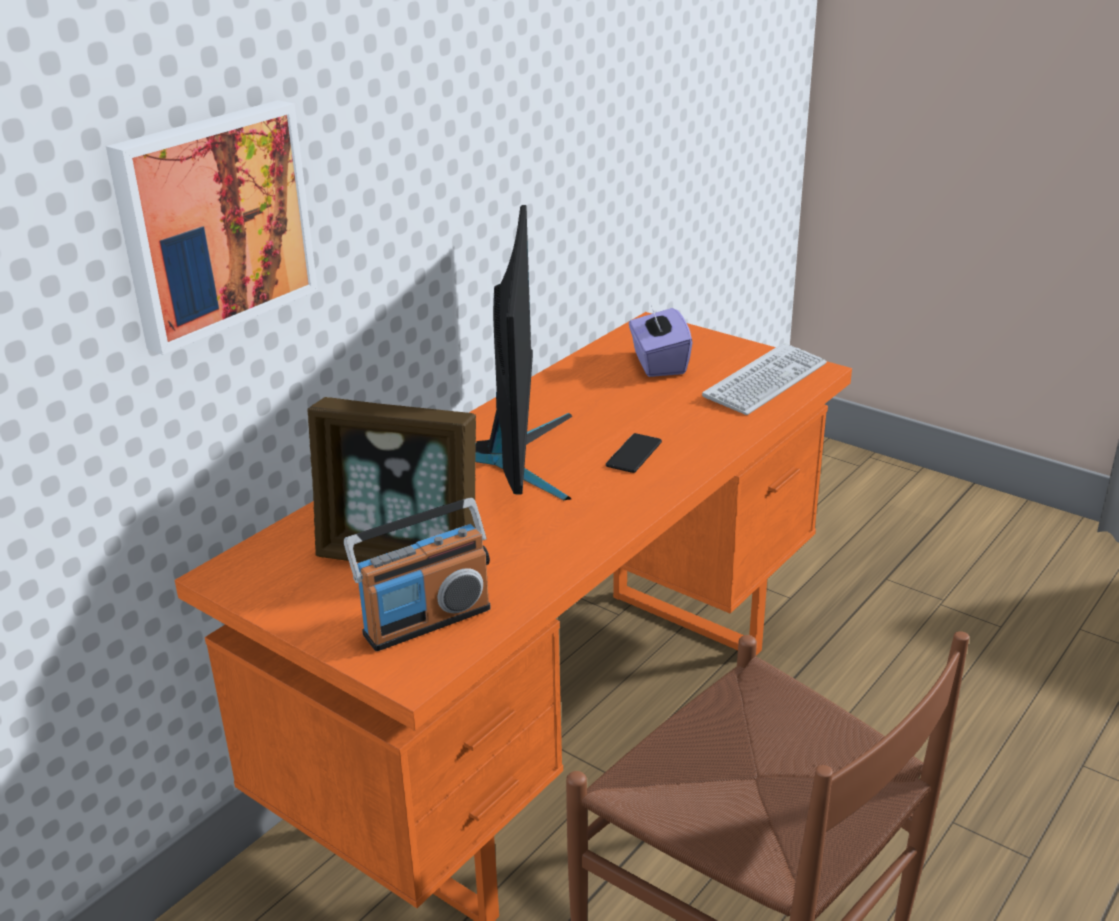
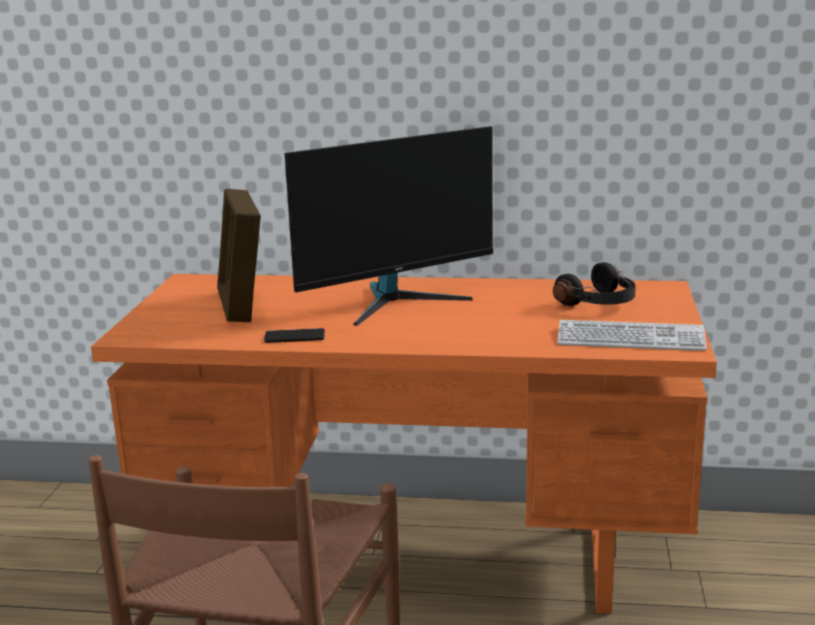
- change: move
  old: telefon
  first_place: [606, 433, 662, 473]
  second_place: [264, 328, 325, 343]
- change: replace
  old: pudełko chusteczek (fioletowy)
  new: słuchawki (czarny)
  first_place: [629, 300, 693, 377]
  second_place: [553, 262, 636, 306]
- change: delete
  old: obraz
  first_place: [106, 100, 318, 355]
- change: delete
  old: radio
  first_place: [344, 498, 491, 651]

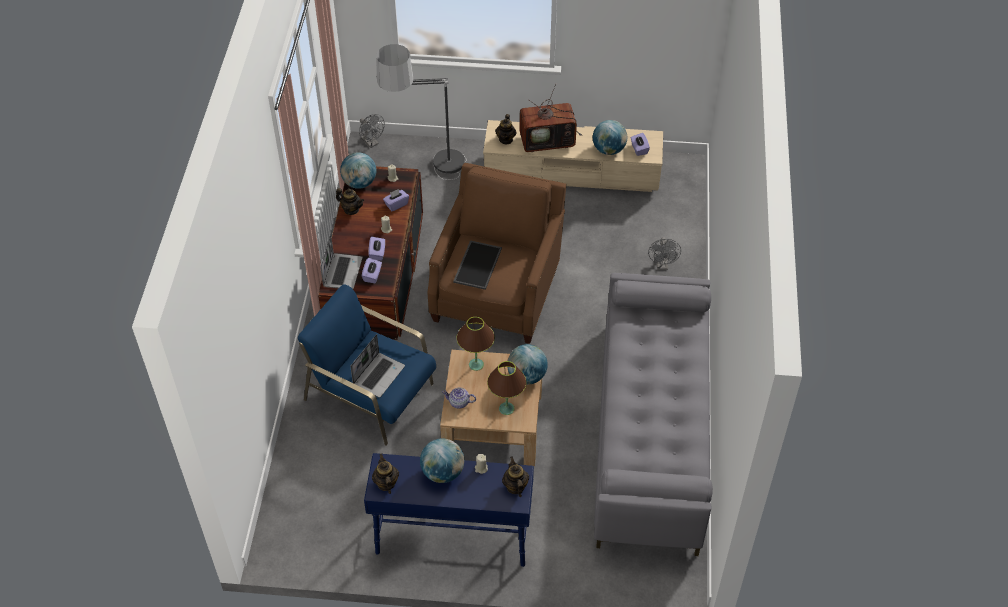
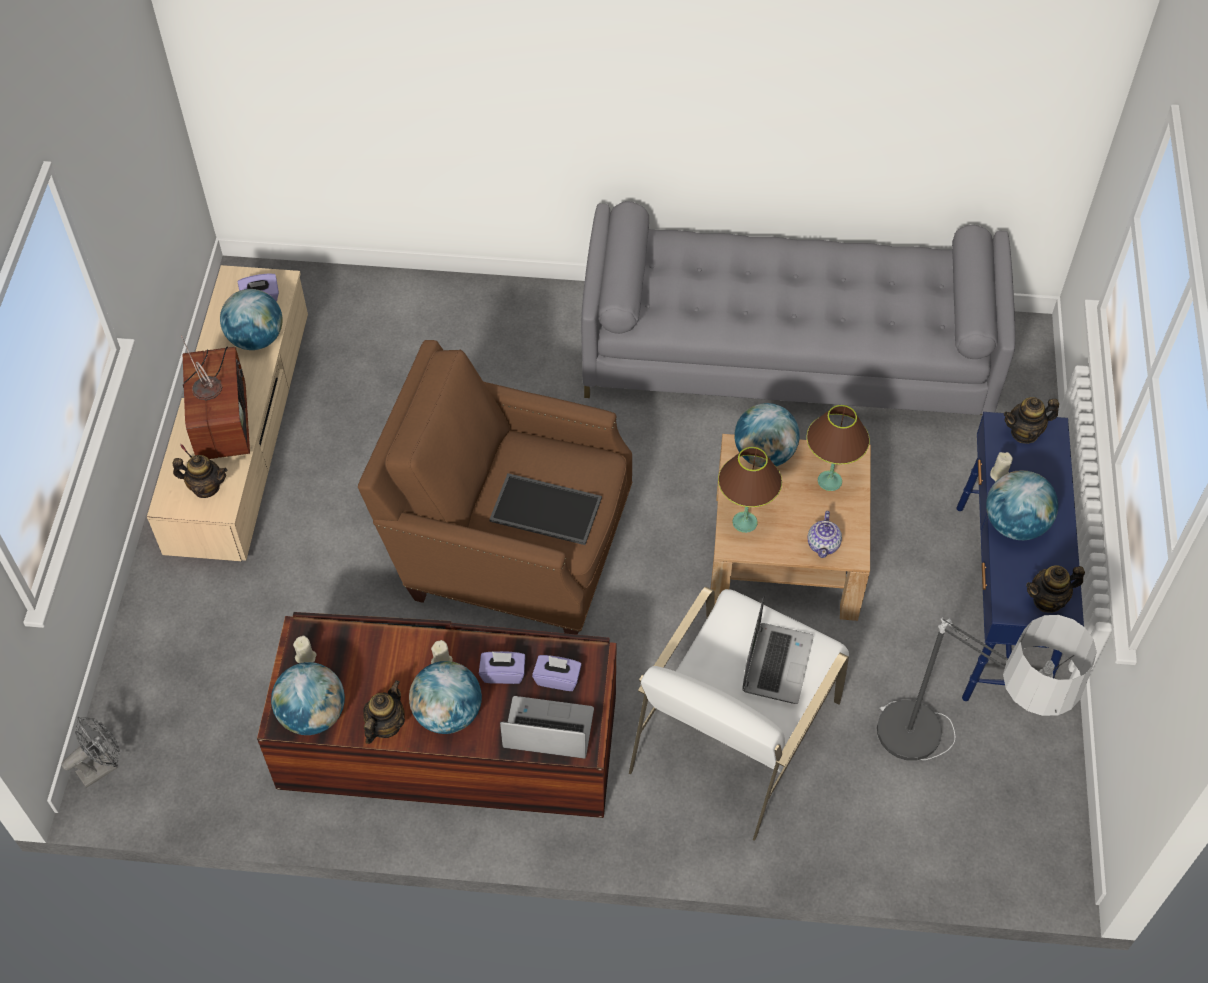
- change: insert
  new: globus
  second_place: [409, 661, 482, 734]
- change: recolor
  old: fotel (niebieski)
  new: fotel (biały)
  first_place: [298, 284, 436, 446]
  second_place: [629, 587, 849, 841]
- change: rotate
  old: laptop
  first_place: [350, 334, 405, 398]
  second_place: [742, 596, 814, 704]
  degrees: 75
- change: move
  old: lampa stojąca
  first_place: [376, 44, 467, 180]
  second_place: [877, 615, 1096, 761]
- change: delete
  old: pudełko chusteczek (fioletowy)
  first_place: [383, 189, 409, 211]
- change: delete
  old: wentylator (szary)
  first_place: [648, 237, 681, 270]

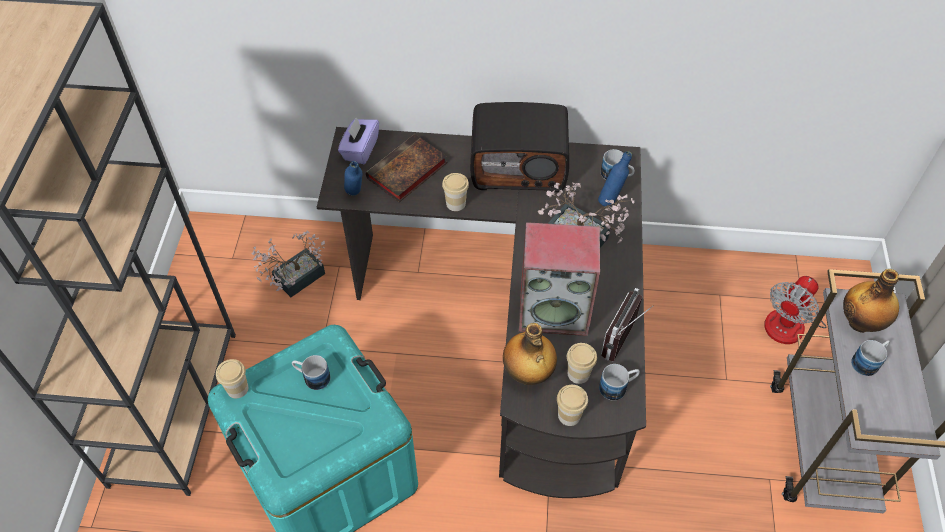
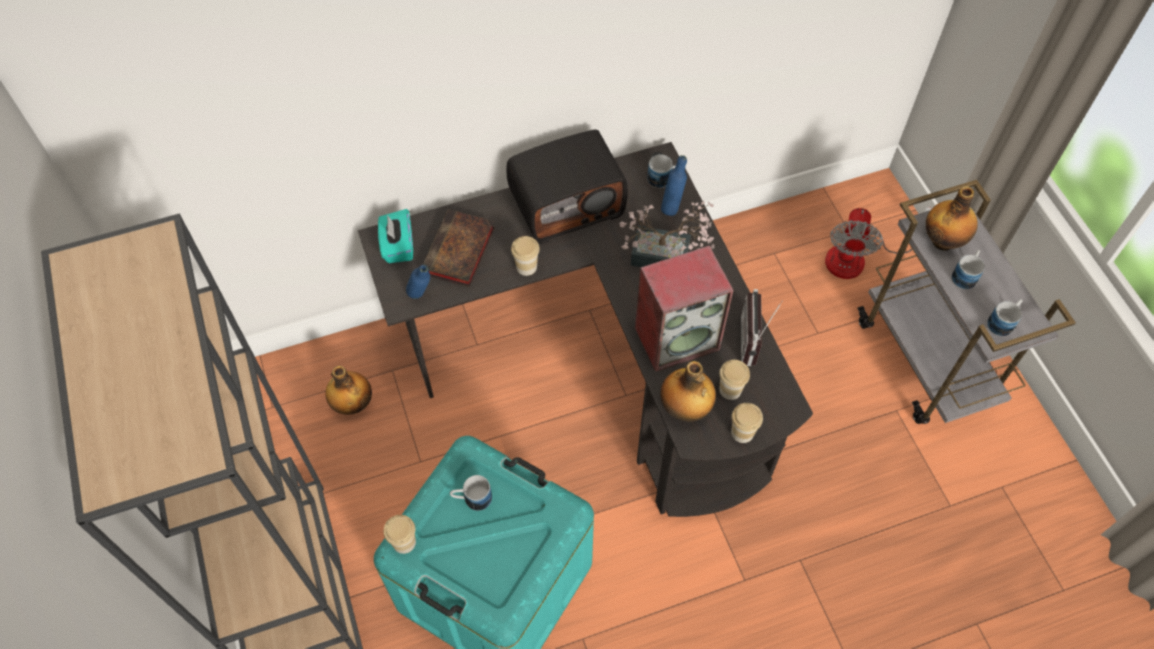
- change: replace
  old: roślina doniczkowa
  new: butelka
  first_place: [252, 231, 325, 297]
  second_place: [326, 366, 372, 415]
- change: recolor
  old: pudełko chusteczek (fioletowy)
  new: pudełko chusteczek (turkusowy)
  first_place: [338, 117, 379, 164]
  second_place: [378, 209, 413, 263]
- change: move
  old: kubek
  first_place: [599, 364, 640, 401]
  second_place: [987, 299, 1023, 336]

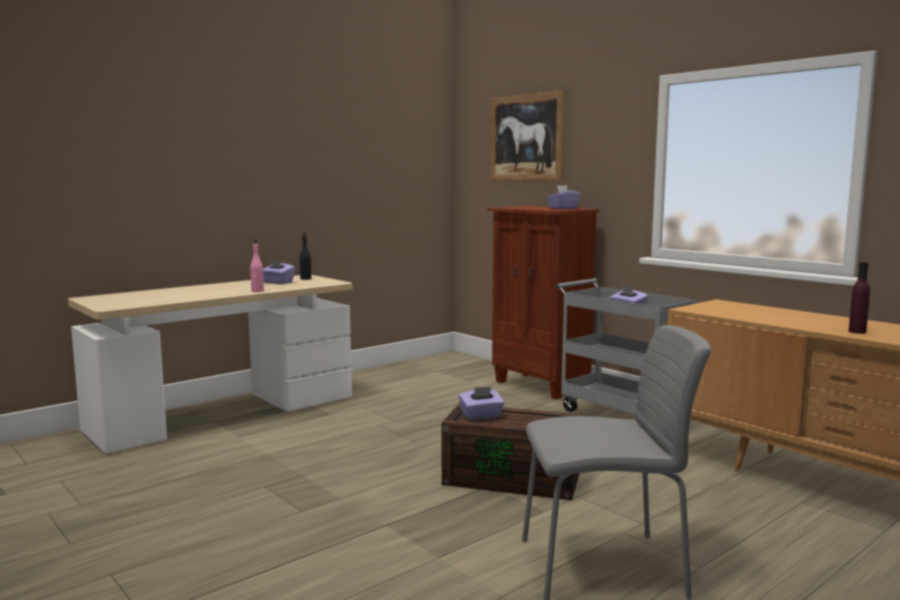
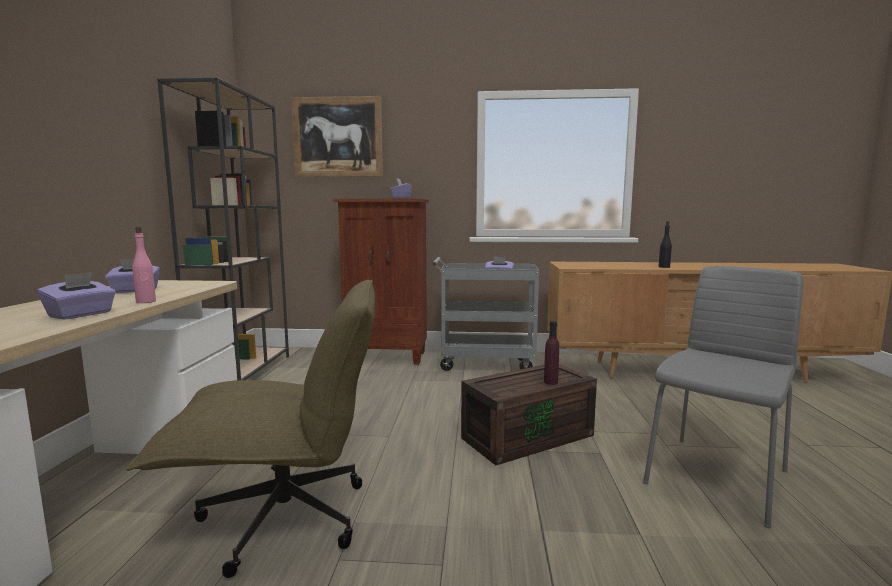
- change: move
  old: pudełko chusteczek (fioletowy)
  first_place: [459, 386, 505, 420]
  second_place: [37, 272, 116, 320]
- change: insert
  new: krzesło biurowe (beżowy)
  second_place: [126, 280, 375, 578]
- change: insert
  new: regał
  second_place: [157, 78, 289, 381]
- change: move
  old: butelka (fioletowy)
  first_place: [849, 262, 870, 334]
  second_place: [544, 321, 559, 385]
- change: move
  old: butelka (czarny)
  first_place: [300, 232, 311, 280]
  second_place: [659, 221, 672, 268]

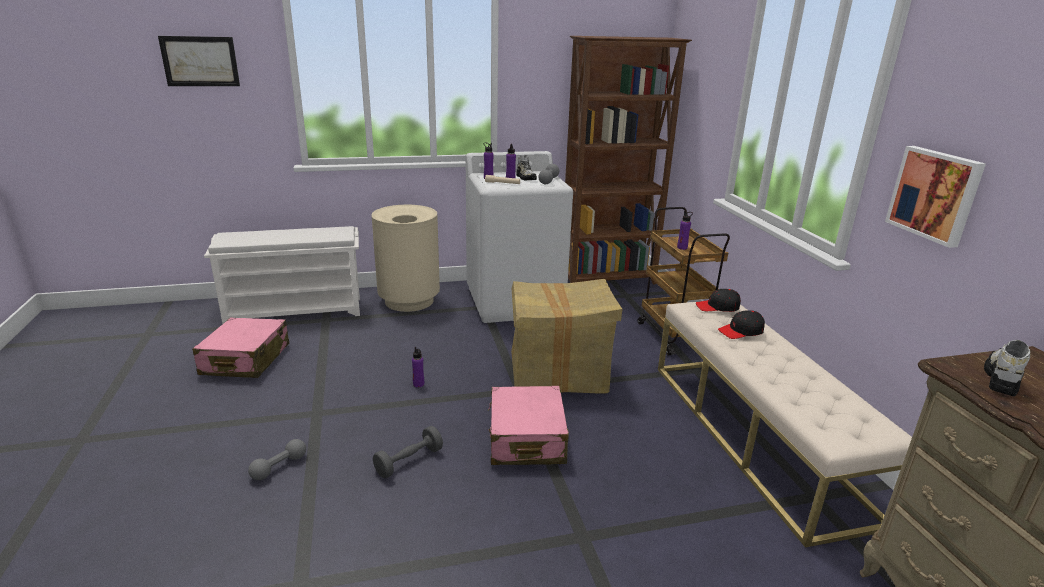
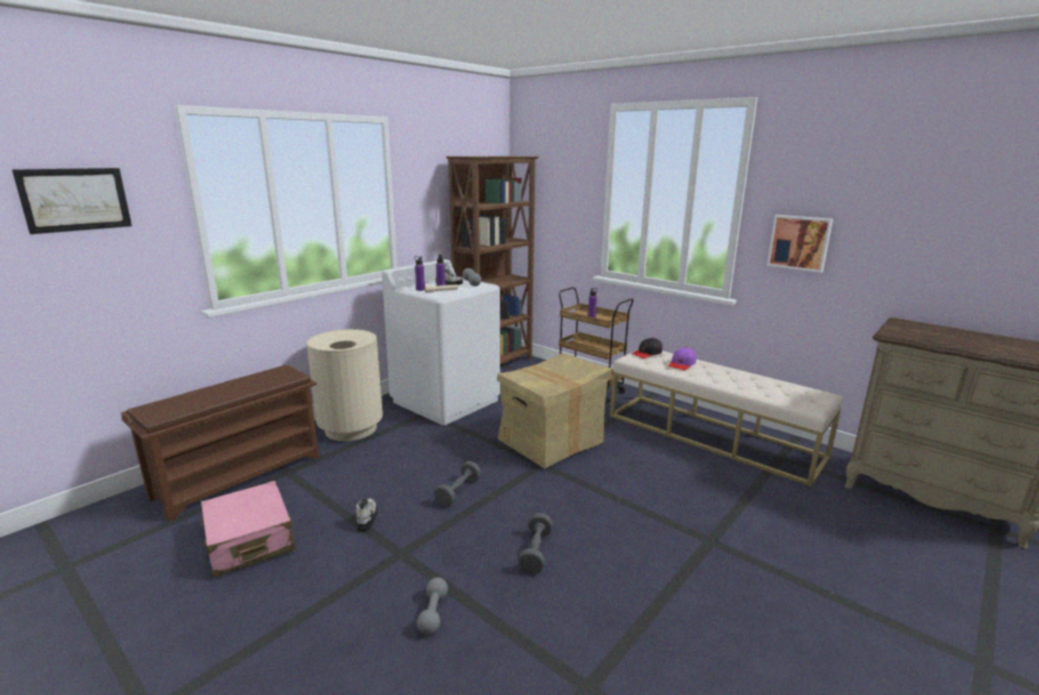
- change: recolor
  old: regał na buty (biały)
  new: regał na buty (brązowy)
  first_place: [204, 226, 360, 324]
  second_place: [121, 365, 319, 522]
- change: move
  old: but
  first_place: [984, 340, 1031, 396]
  second_place: [356, 498, 377, 532]
- change: replace
  old: butelka (fioletowy)
  new: hantel (szary)
  first_place: [412, 347, 424, 387]
  second_place: [434, 461, 481, 507]
- change: recolor
  old: czapka z daszkiem (czarny)
  new: czapka z daszkiem (fioletowy)
  first_place: [718, 310, 765, 339]
  second_place: [669, 347, 696, 370]
- change: delete
  old: walizka (różowy)
  first_place: [488, 386, 569, 465]

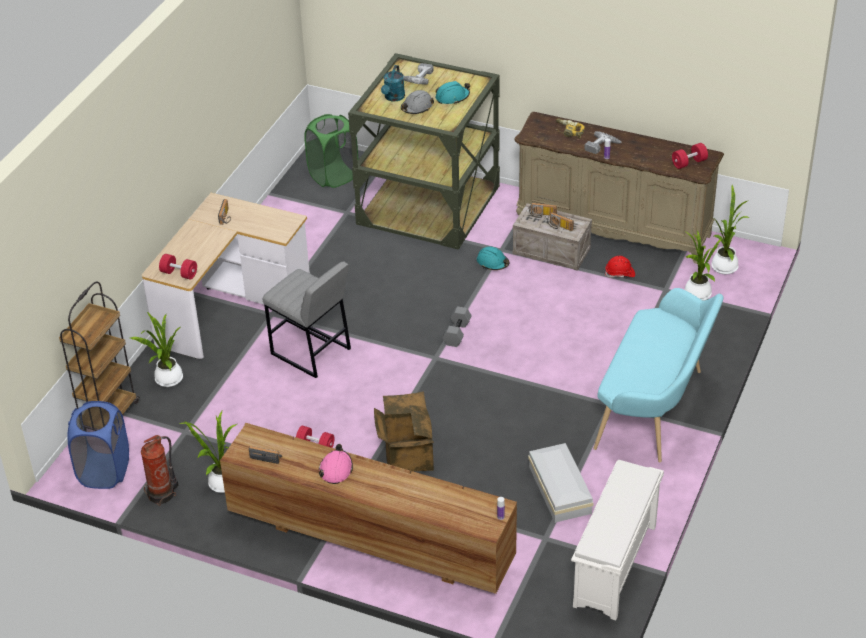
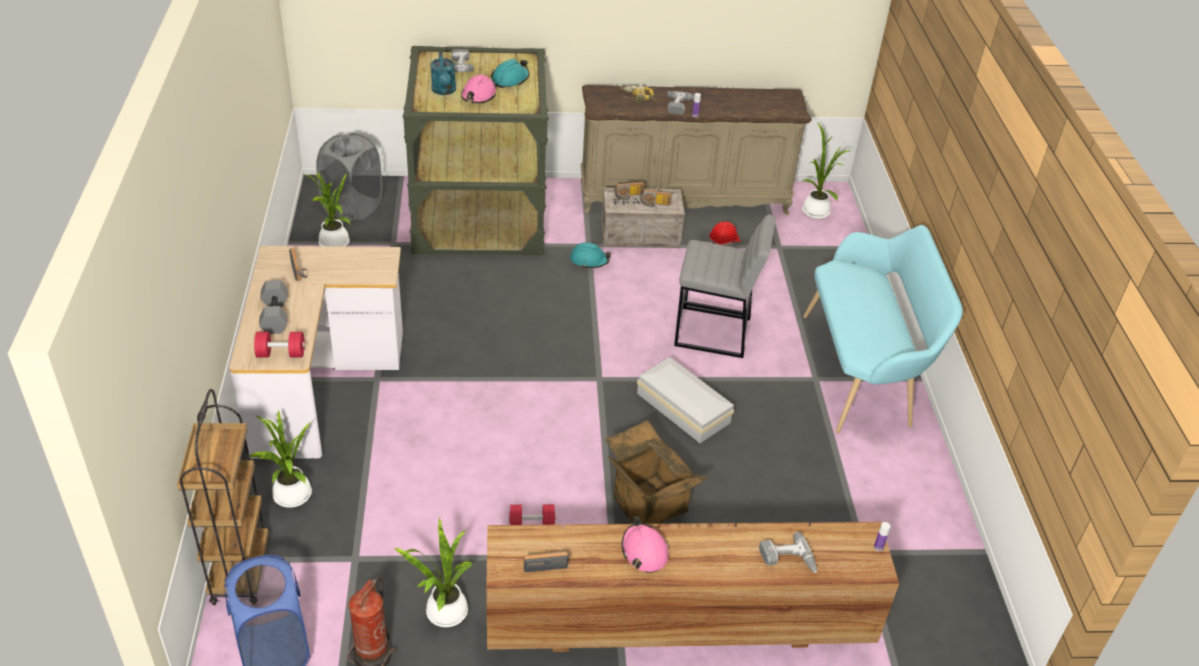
- change: move
  old: hantel (szary)
  first_place: [443, 307, 472, 347]
  second_place: [259, 280, 288, 334]
- change: move
  old: roślina doniczkowa
  first_place: [685, 230, 722, 300]
  second_place: [304, 172, 351, 247]
- change: recolor
  old: kosz na pranie (zielony)
  new: kosz na pranie (szary)
  first_place: [304, 114, 358, 188]
  second_place: [316, 133, 382, 222]
- change: recolor
  old: kask (szary)
  new: kask (różowy)
  first_place: [401, 90, 434, 114]
  second_place: [461, 75, 497, 103]
- change: move
  old: pojemnik do przechowywania (biały)
  first_place: [528, 443, 594, 523]
  second_place: [637, 357, 734, 443]
- change: move
  old: krzesło (szary)
  first_place: [263, 262, 351, 378]
  second_place: [674, 214, 776, 358]
- change: insert
  new: wiertarka
  second_place: [759, 532, 817, 573]
- change: delete
  old: regał na buty (biały)
  first_place: [571, 460, 664, 620]
- change: delete
  old: hantel (czerwony)
  first_place: [672, 143, 708, 169]

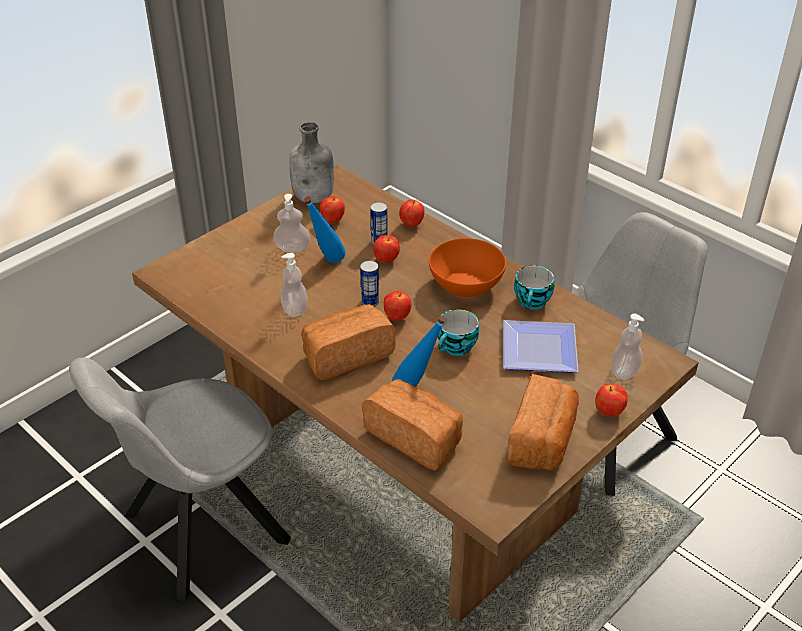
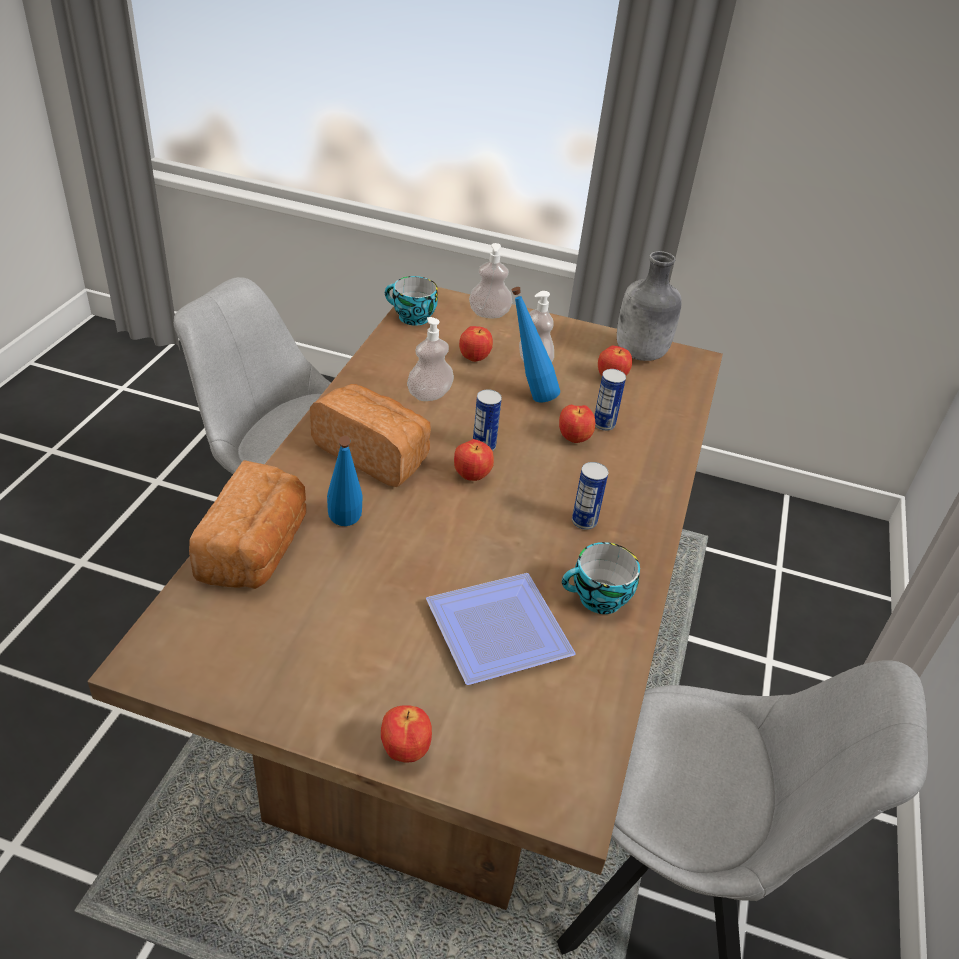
- change: move
  old: filiżanka
  first_place: [438, 309, 479, 356]
  second_place: [385, 276, 438, 326]
- change: move
  old: jabłko
  first_place: [399, 199, 425, 227]
  second_place: [459, 326, 493, 362]
- change: move
  old: dozownik mydła
  first_place: [611, 314, 644, 380]
  second_place: [469, 243, 512, 318]
- change: replace
  old: miska (pomarańczowy)
  new: puszka
  first_place: [429, 238, 506, 298]
  second_place: [572, 462, 608, 530]
- change: delete
  old: chleb
  first_place: [507, 374, 579, 470]

